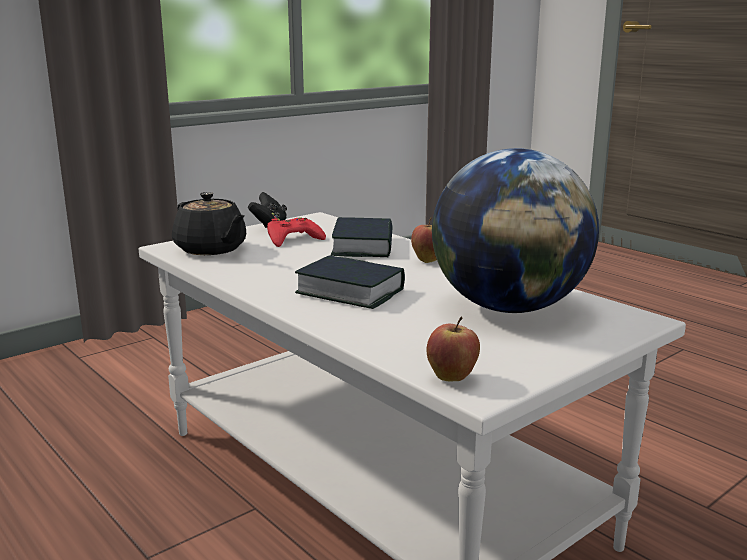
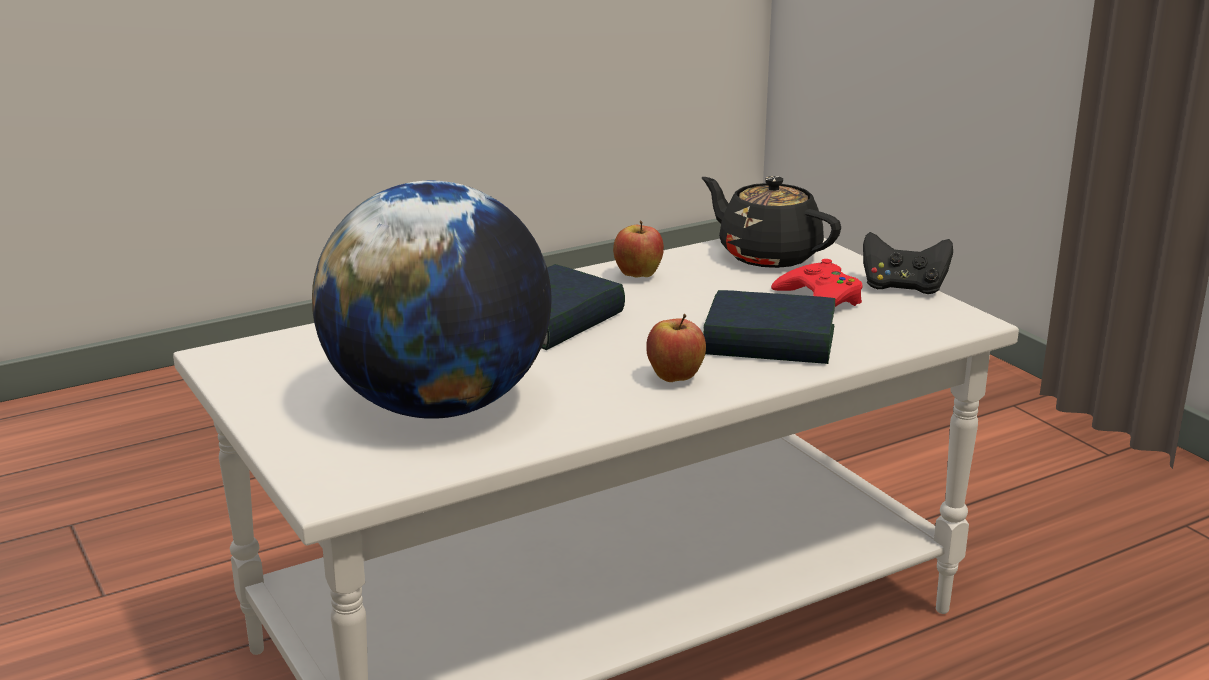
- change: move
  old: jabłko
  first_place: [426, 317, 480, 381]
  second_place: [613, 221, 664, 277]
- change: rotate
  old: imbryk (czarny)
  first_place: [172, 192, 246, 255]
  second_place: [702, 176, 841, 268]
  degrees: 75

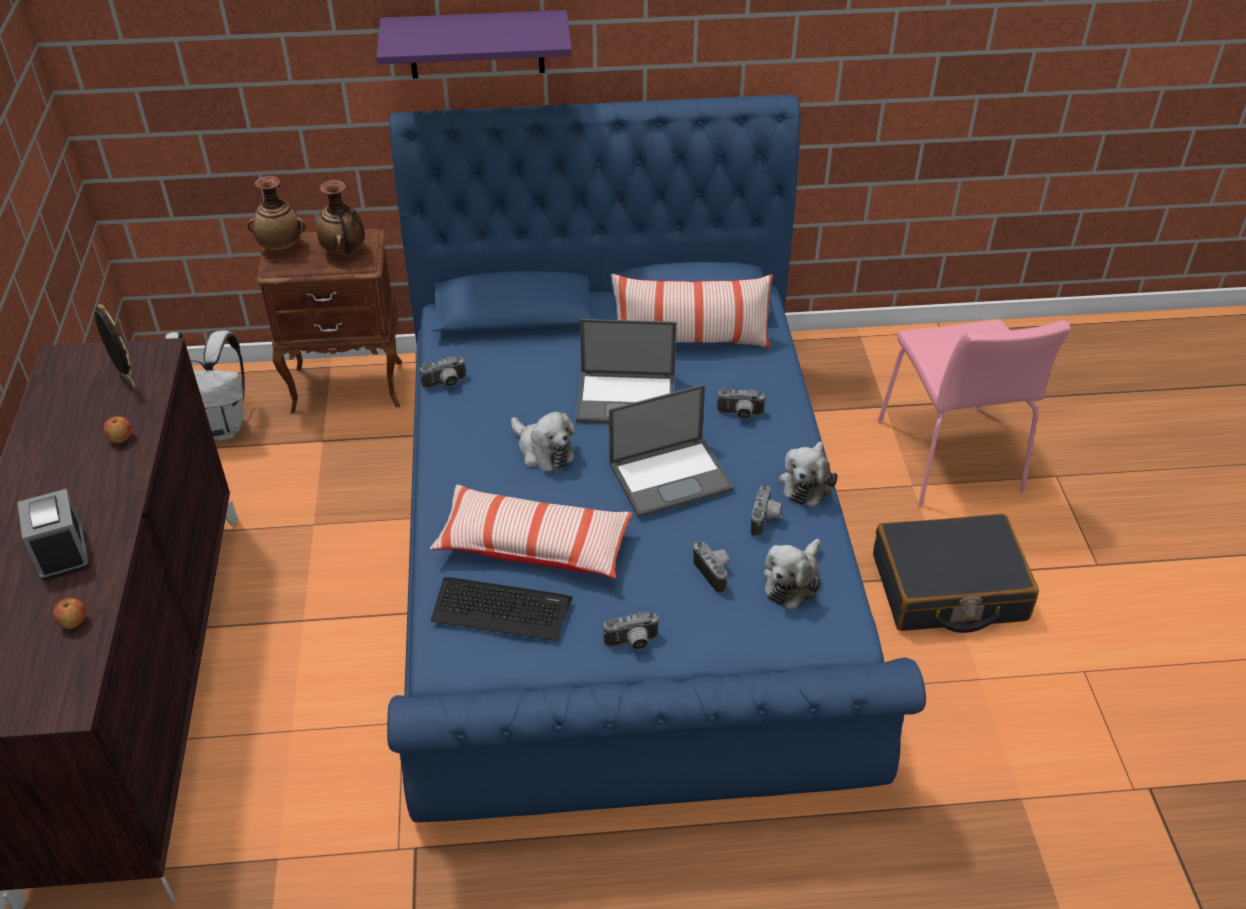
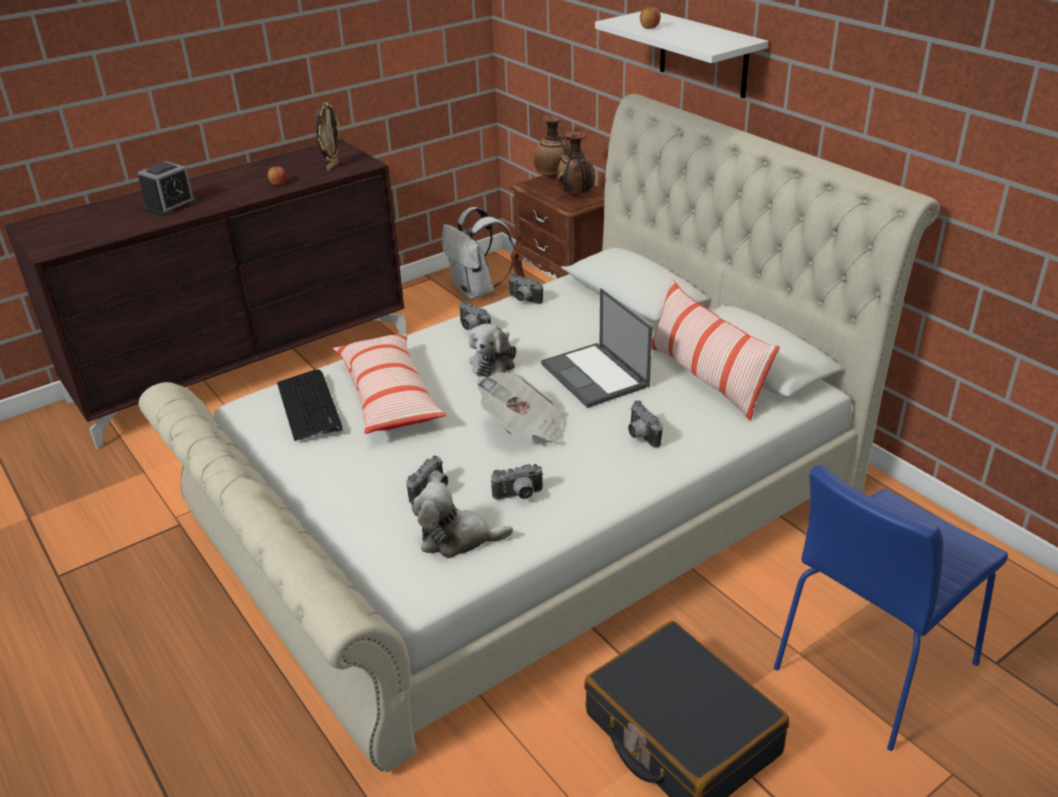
- change: recolor
  old: łóżko (niebieski)
  new: łóżko (beżowy)
  first_place: [387, 94, 926, 822]
  second_place: [139, 94, 940, 772]
- change: move
  old: aparat fotograficzny
  first_place: [604, 612, 660, 650]
  second_place: [459, 300, 491, 330]
- change: replace
  old: laptop
  new: gazeta
  first_place: [609, 384, 734, 518]
  second_place: [476, 372, 564, 443]
- change: recolor
  old: półka (fioletowy)
  new: półka (biały)
  first_place: [377, 10, 572, 79]
  second_place: [595, 11, 768, 98]
- change: move
  old: jabłko
  first_place: [53, 597, 86, 629]
  second_place: [640, 7, 661, 29]
- change: recolor
  old: krzesło (różowy)
  new: krzesło (niebieski)
  first_place: [877, 319, 1070, 507]
  second_place: [774, 465, 1008, 751]
- change: delete
  old: pluszak
  first_place: [779, 441, 838, 507]

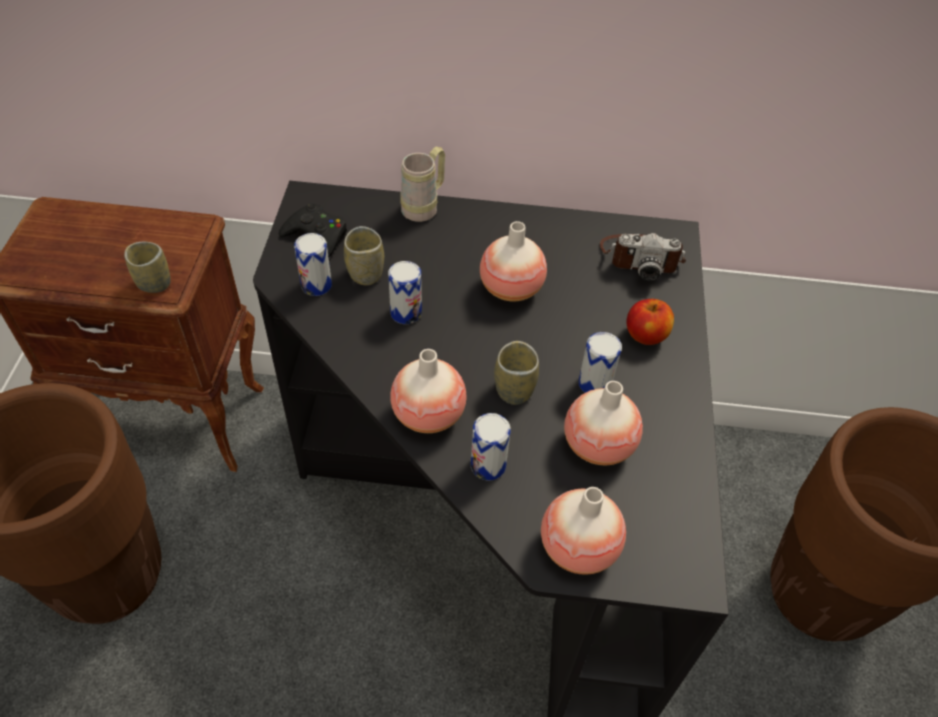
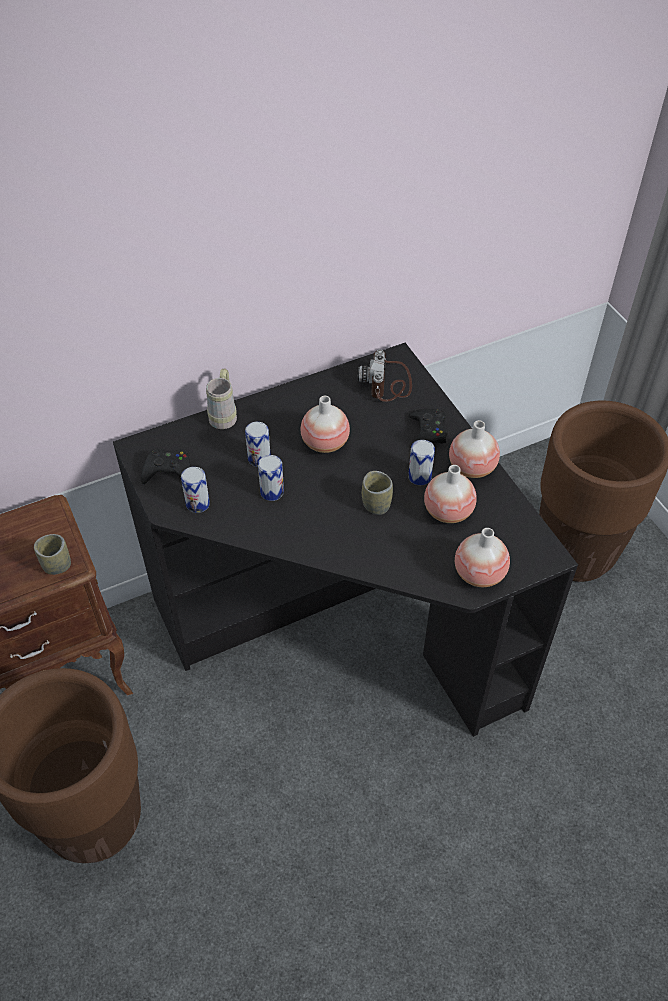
- change: move
  old: puszka
  first_place: [471, 413, 511, 481]
  second_place: [245, 422, 270, 467]
- change: rotate
  old: aparat fotograficzny
  first_place: [600, 233, 686, 281]
  second_place: [358, 349, 412, 402]
  degrees: 120
- change: replace
  old: jabłko
  new: pad do gier (czarny)
  first_place: [626, 299, 674, 345]
  second_place: [408, 409, 447, 448]
- change: move
  old: wazon
  first_place: [390, 349, 467, 433]
  second_place: [449, 420, 500, 478]
- change: delete
  old: filiżanka
  first_place: [344, 226, 384, 286]

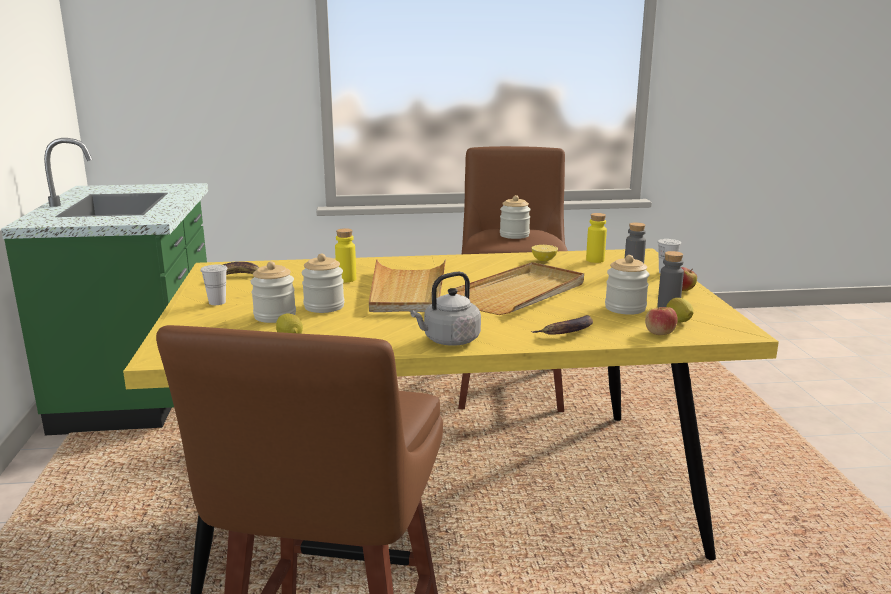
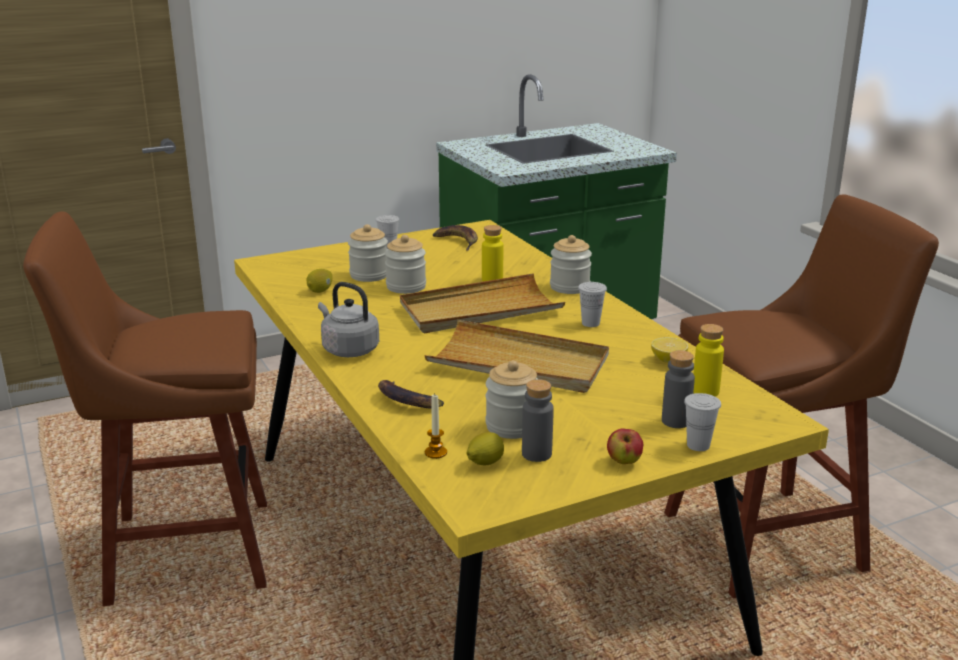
- change: replace
  old: jabłko
  new: świeca
  first_place: [645, 307, 678, 335]
  second_place: [425, 395, 447, 459]
- change: move
  old: słoik
  first_place: [500, 195, 531, 239]
  second_place: [550, 235, 592, 294]
- change: insert
  new: filiżanka (biały)
  second_place: [578, 282, 607, 327]

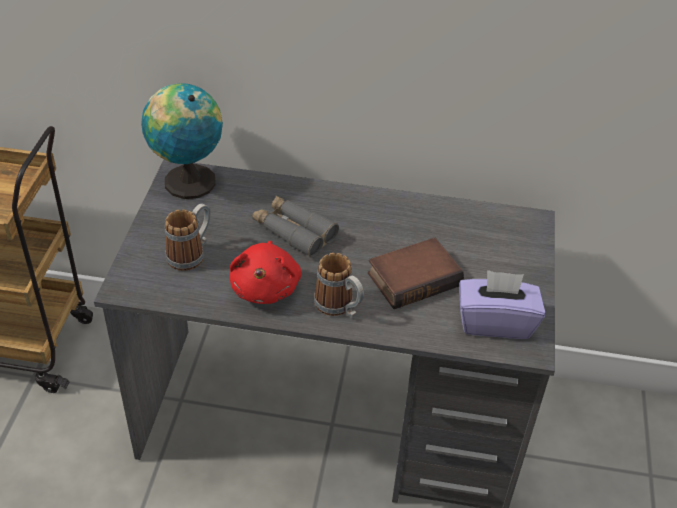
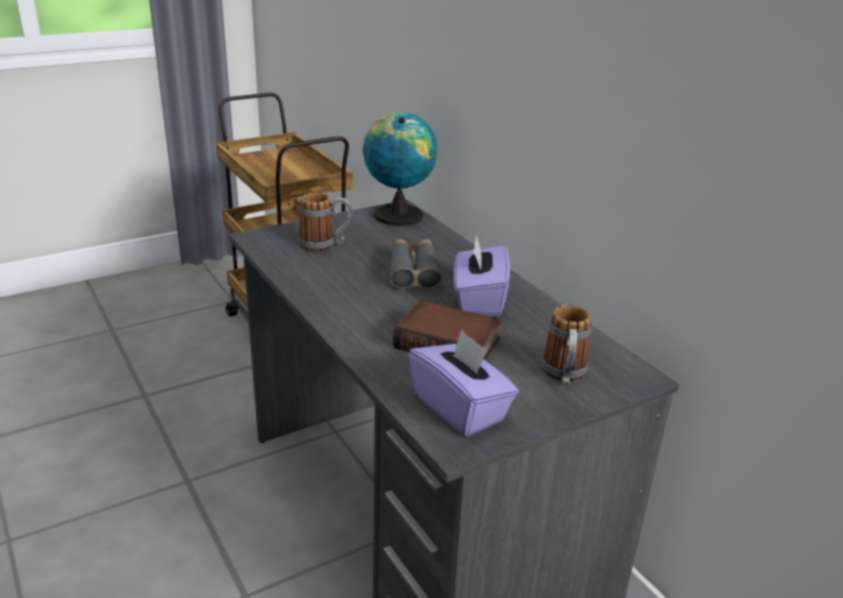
- change: insert
  new: pudełko chusteczek (fioletowy)
  second_place: [454, 235, 510, 316]
- change: move
  old: kubek
  first_place: [314, 253, 364, 317]
  second_place: [541, 305, 591, 385]
- change: delete
  old: pluszak (czerwony)
  first_place: [230, 241, 301, 304]

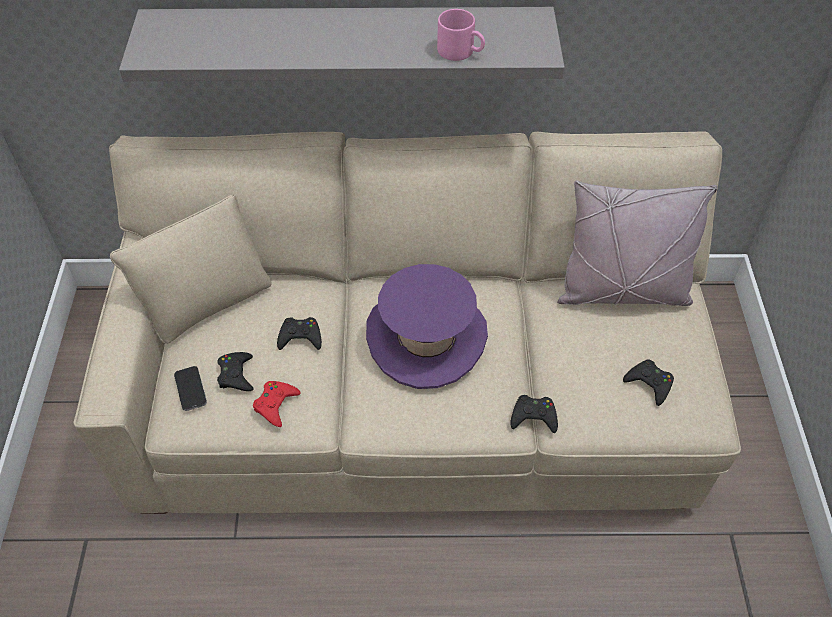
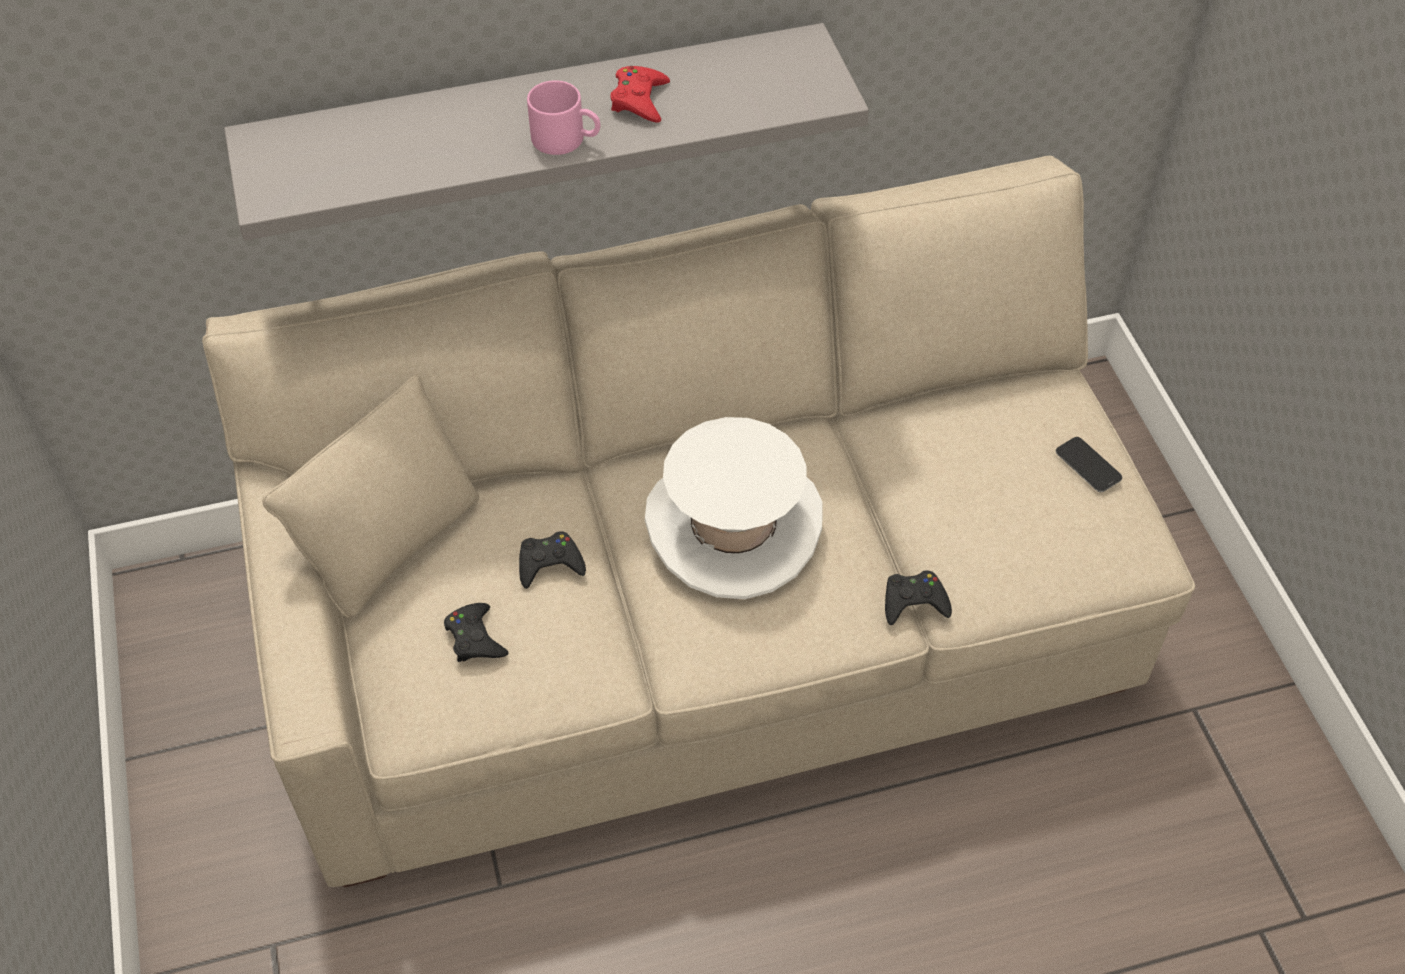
- change: move
  old: kubek (różowy)
  first_place: [437, 9, 485, 61]
  second_place: [527, 80, 600, 155]
- change: move
  old: pad do gier (czerwony)
  first_place: [253, 381, 301, 427]
  second_place: [610, 66, 670, 122]
- change: recolor
  old: kapelusz (fioletowy)
  new: kapelusz (biały)
  first_place: [366, 264, 488, 389]
  second_place: [645, 417, 822, 599]
- change: move
  old: telefon
  first_place: [174, 366, 207, 411]
  second_place: [1056, 437, 1122, 492]
- change: delete
  old: poduszka (fioletowy)
  first_place: [557, 180, 717, 306]
- change: delete
  old: pad do gier (czarny)
  first_place: [623, 359, 674, 406]

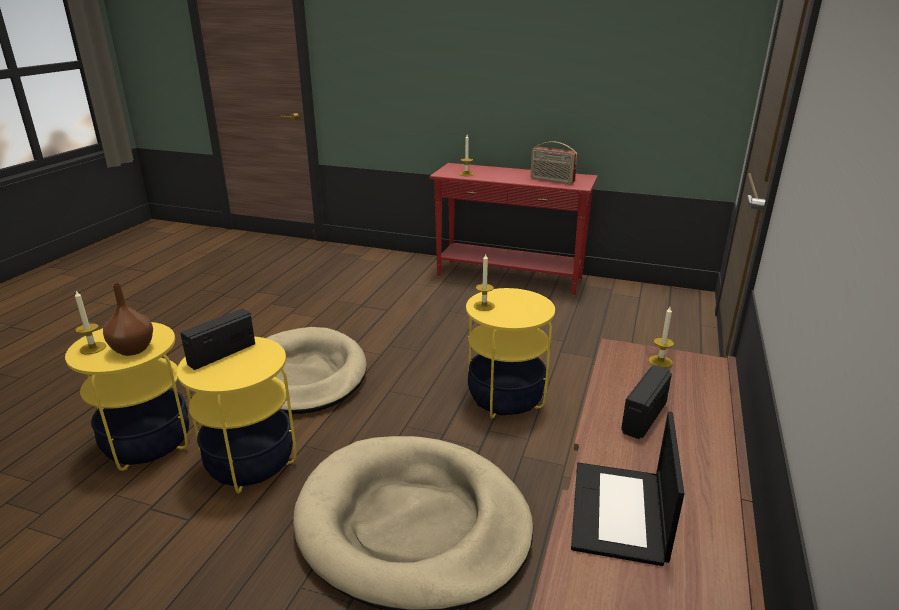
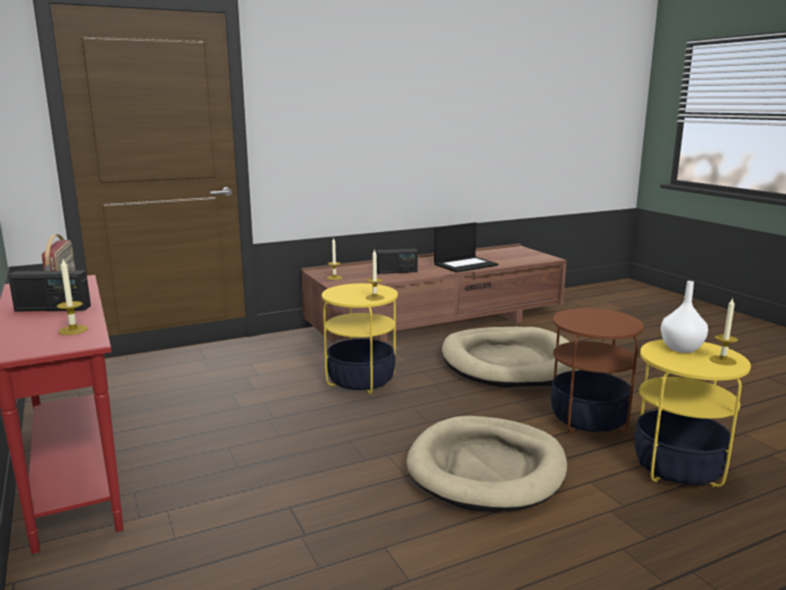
- change: move
  old: radio
  first_place: [180, 309, 255, 370]
  second_place: [8, 270, 91, 312]
- change: recolor
  old: stolik (żółty)
  new: stolik (brązowy)
  first_place: [177, 337, 297, 493]
  second_place: [551, 308, 644, 433]
- change: recolor
  old: wazon (brązowy)
  new: wazon (biały)
  first_place: [103, 283, 153, 356]
  second_place: [661, 281, 708, 353]

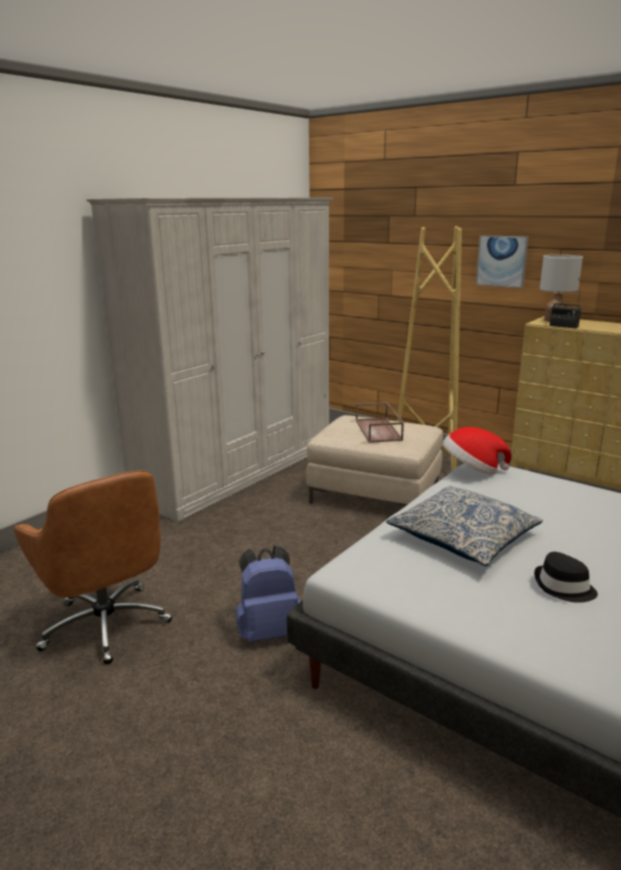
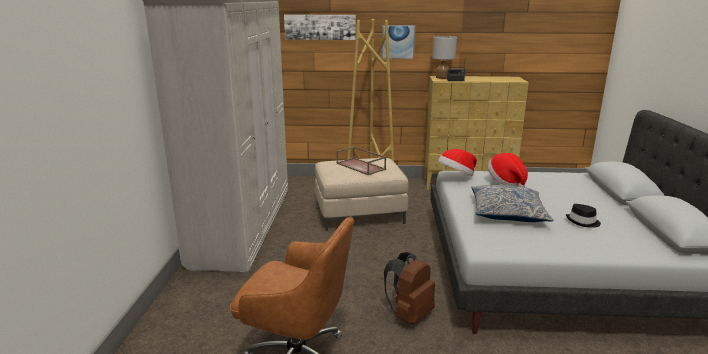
- change: insert
  new: obraz
  second_place: [284, 15, 356, 40]
- change: recolor
  old: plecak (niebieski)
  new: plecak (brązowy)
  first_place: [236, 545, 301, 642]
  second_place: [384, 252, 435, 325]
- change: insert
  new: kapelusz
  second_place: [488, 153, 528, 187]

